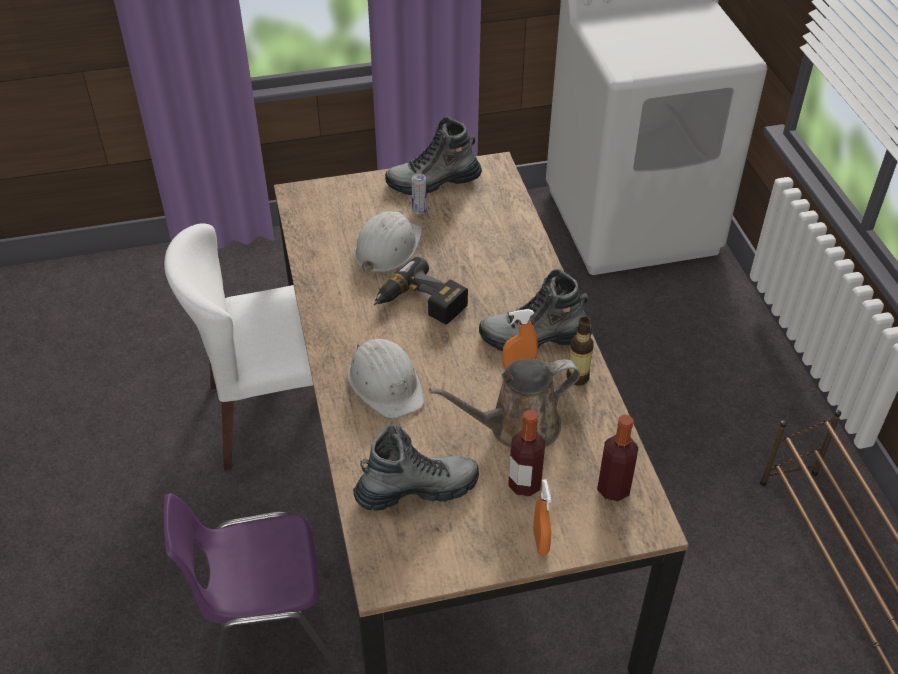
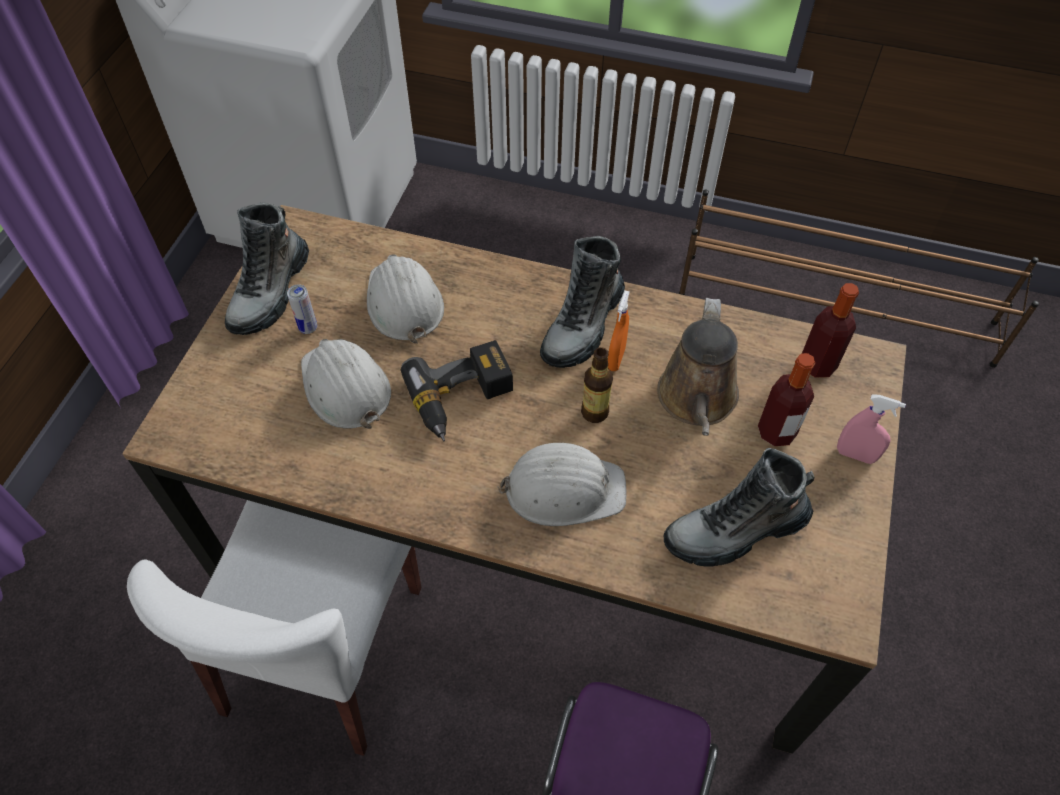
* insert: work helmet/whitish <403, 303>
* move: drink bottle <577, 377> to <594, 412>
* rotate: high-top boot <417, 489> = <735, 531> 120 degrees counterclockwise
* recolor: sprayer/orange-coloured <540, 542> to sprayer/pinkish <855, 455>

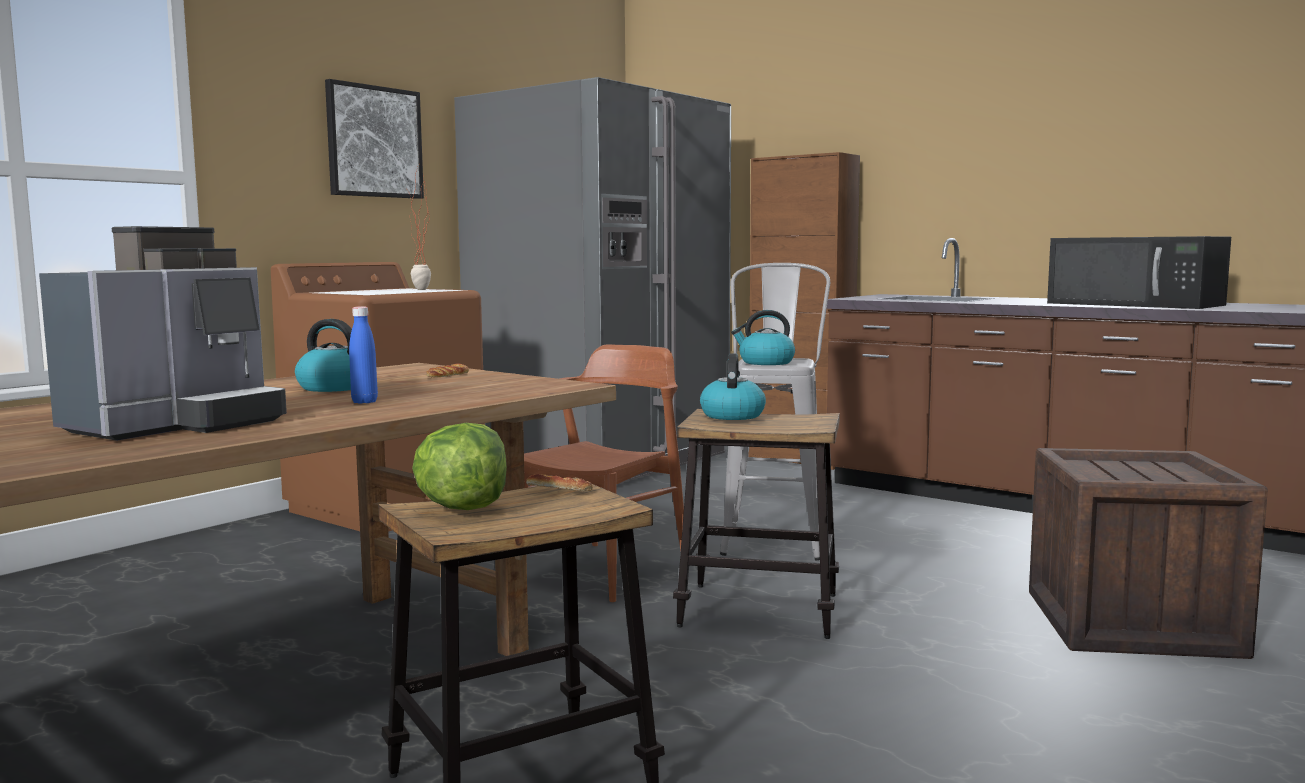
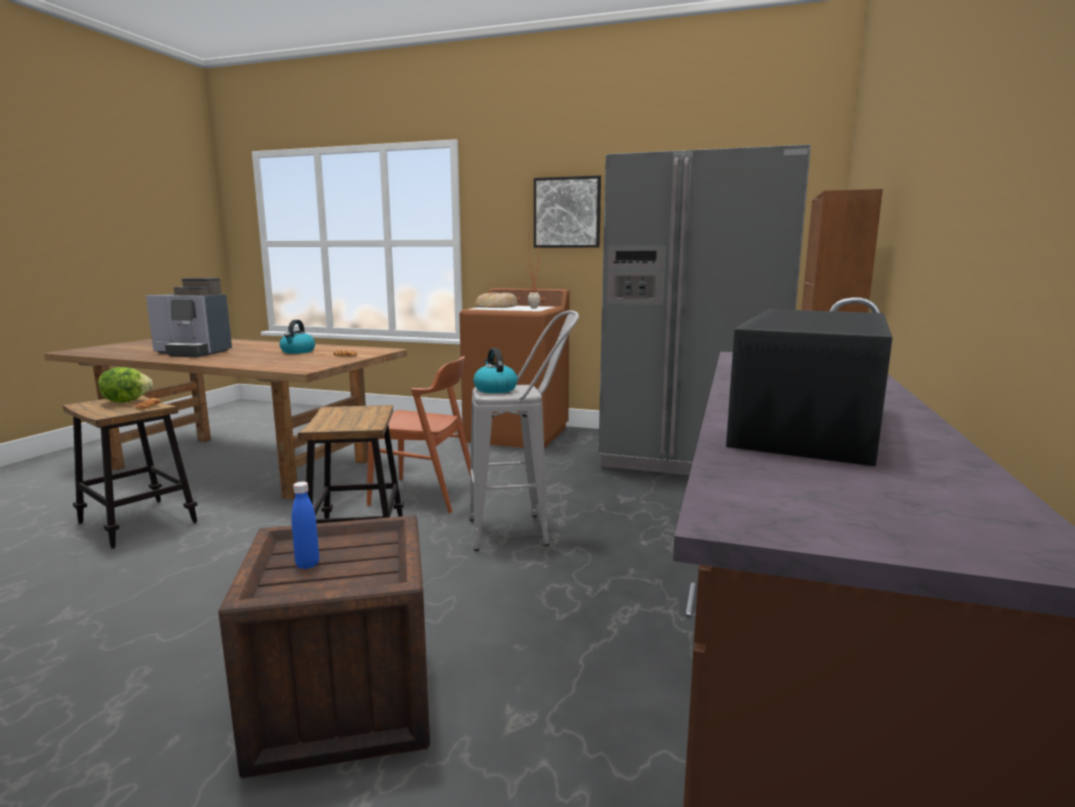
* move: drink bottle/bluish <364, 402> to <307, 564>
* insert: baked bread <497, 306>
* delete: tea kettle <732, 415>

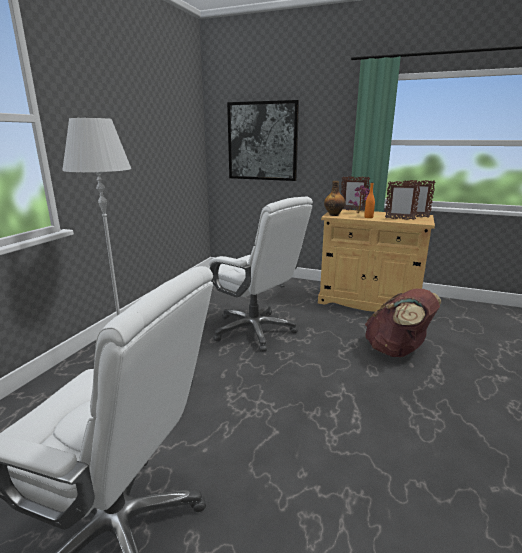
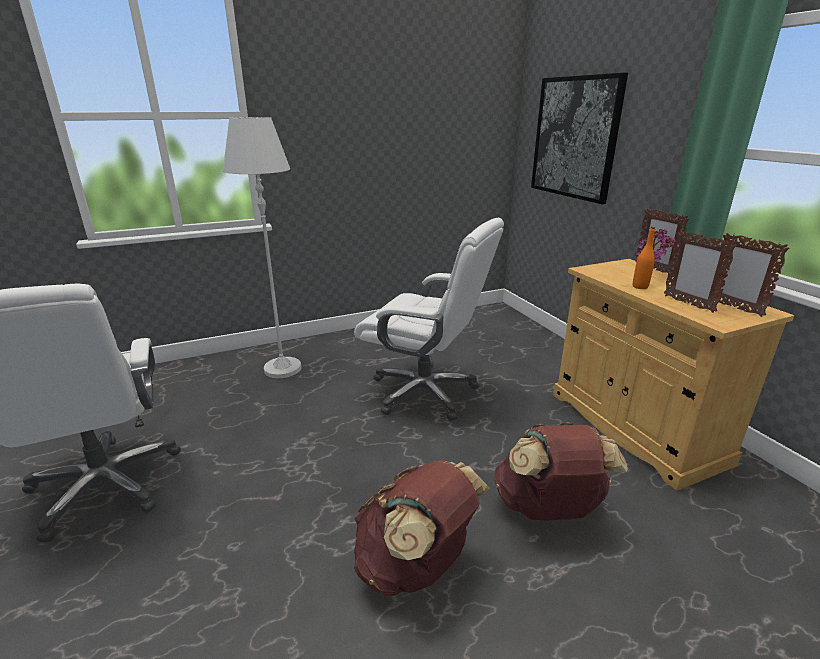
* rotate: office chair/whitish <254, 330> = <425, 392> 60 degrees counterclockwise
* insert: backpack/brownish <415, 566>
* delete: drink bottle <334, 215>

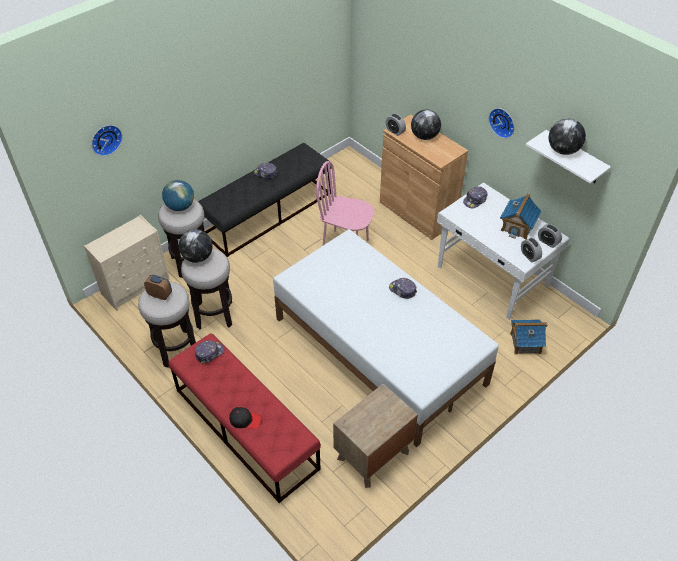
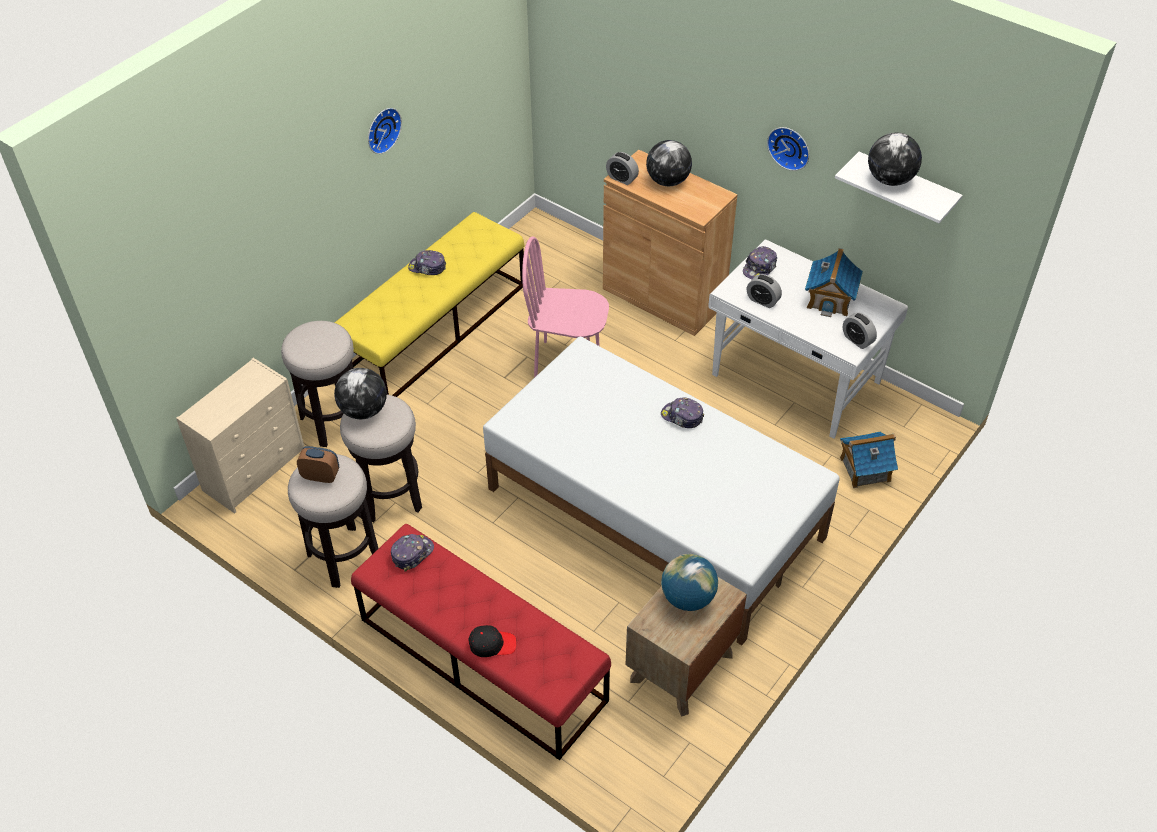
* recolor: indoor bench/blackish <268, 213> to indoor bench/yellow <435, 329>
* move: hanging clock <105, 139> to <381, 129>
* move: world globe <180, 206> to <687, 598>
* move: bedside clock <548, 242> to <762, 300>

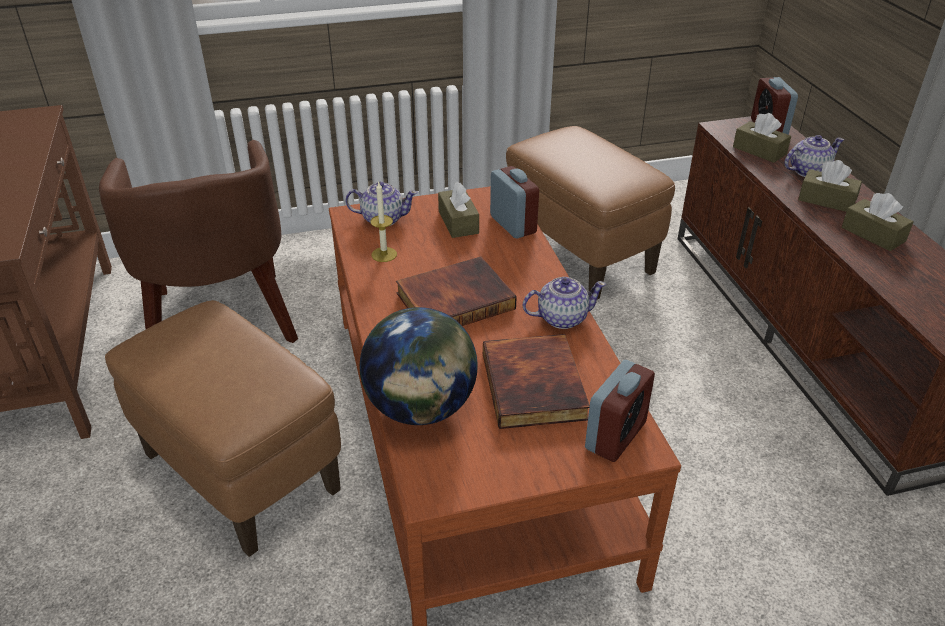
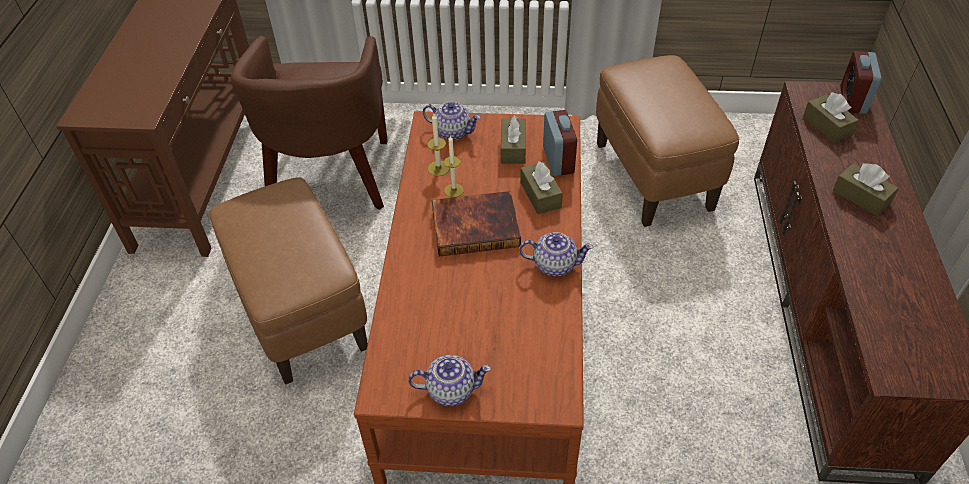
* move: pot for tea <808, 171> to <450, 389>
* insert: wax light <454, 190>
* move: box of tissues/brownish <873, 234> to <540, 195>
* delete: world globe <421, 408>
* delete: book <536, 386>
* delete: bedside clock <615, 435>

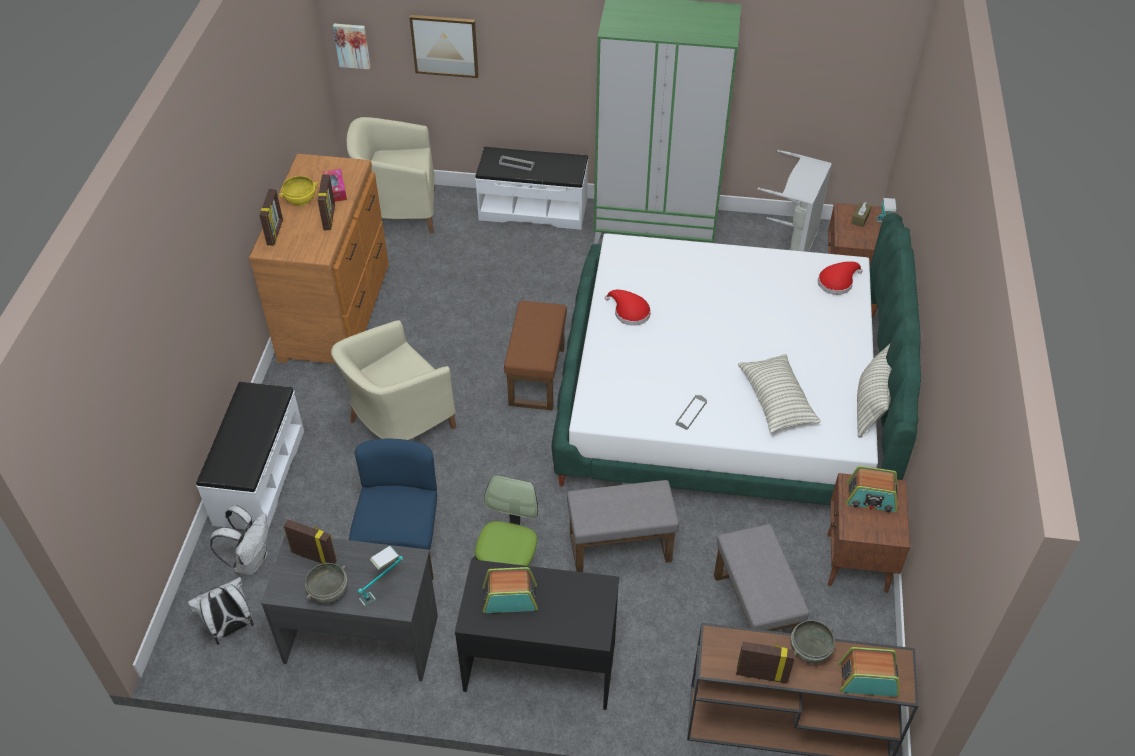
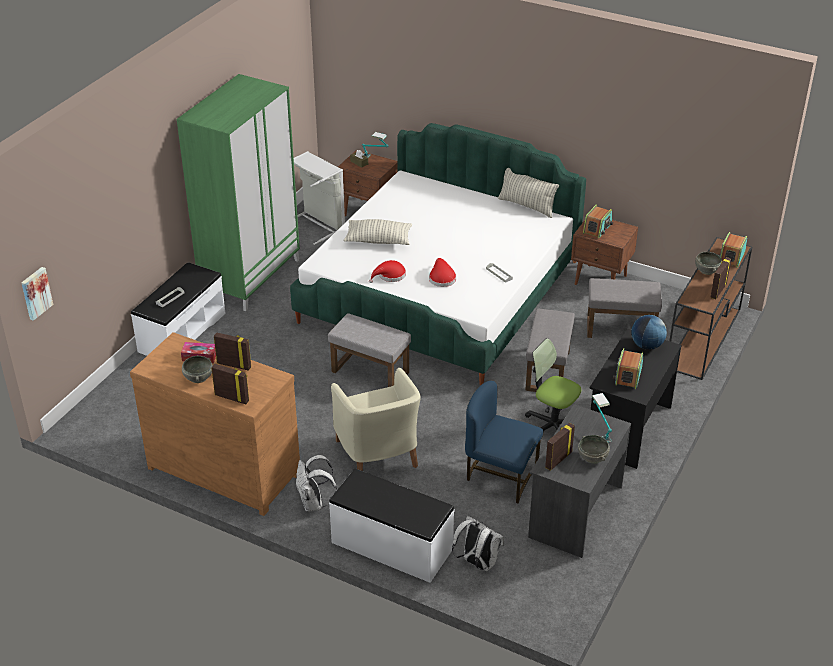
* recolor: serving bowl/yellow <300, 200> to serving bowl/grey <198, 377>
* move: backpack/whitish <231, 628> to <314, 504>
* recolor: footrest/brownish <537, 377> to footrest/grey <371, 372>
* move: cushion <776, 401> to <378, 240>
* move: wearable hat/red <837, 282> to <441, 278>
* insert: world globe <647, 345>
* delete: lounge chair/sand-coloured <398, 211>
* delete: wall picture <445, 45>

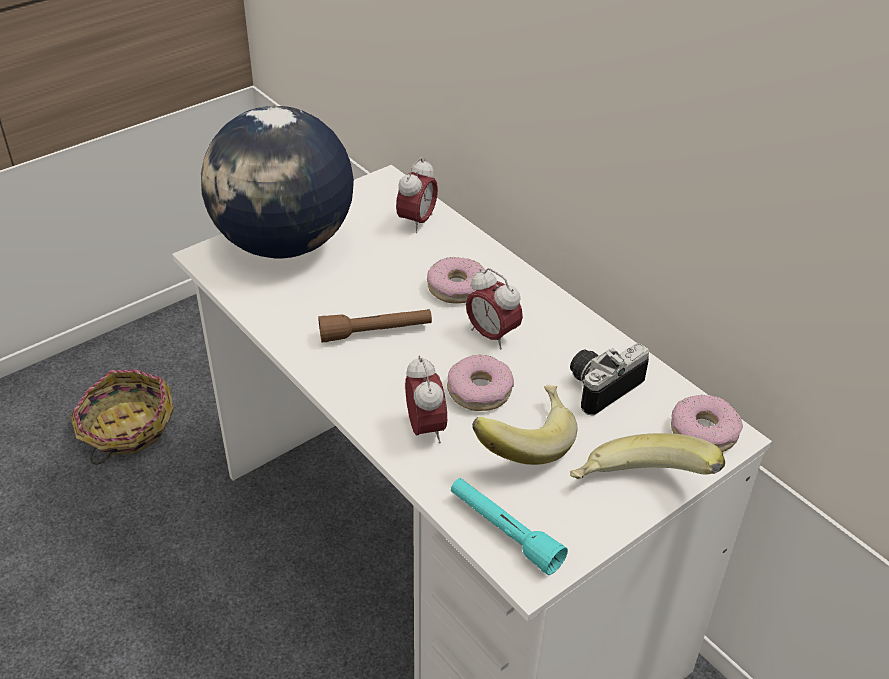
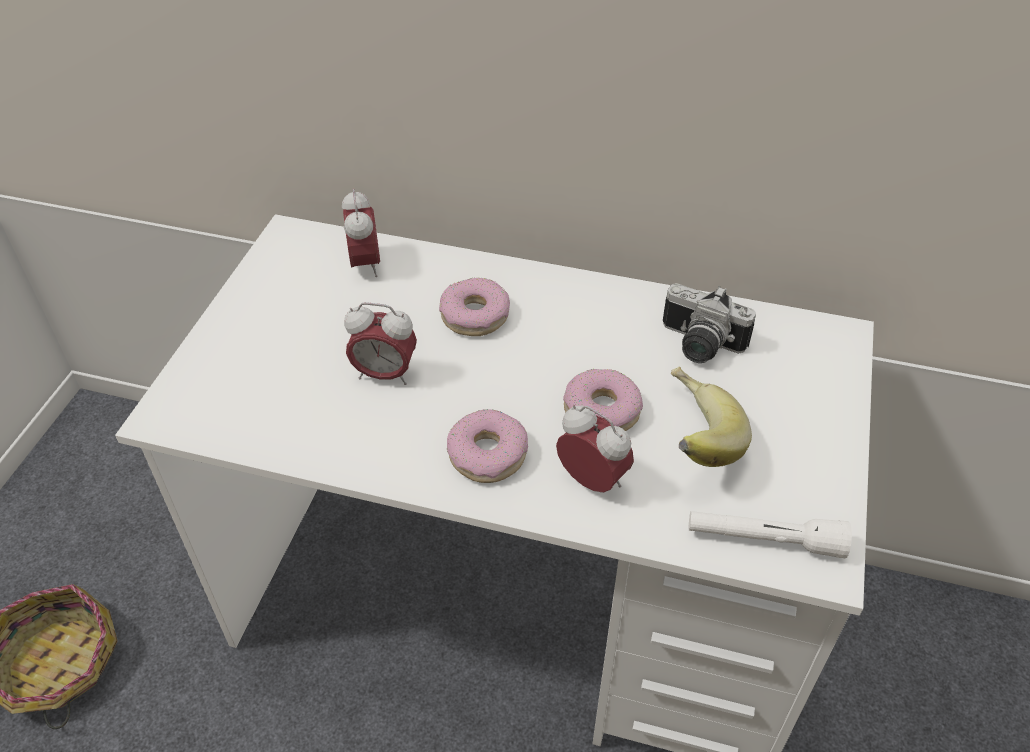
* move: bedside clock <492, 335> to <385, 374>
* move: ring doughnut <703, 432> to <488, 454>
* rotate: photo camera <600, 385> = <698, 345> 75 degrees counterclockwise
* recolor: hand torch/turquoise-coloured <504, 532> to hand torch/whitish <764, 540>
* delete: world globe <284, 244>
* delete: hand torch/brownish <376, 332>
* delete: banana <639, 490>

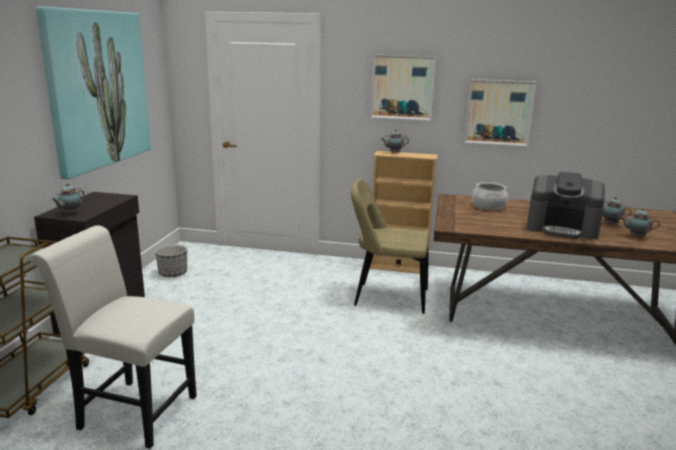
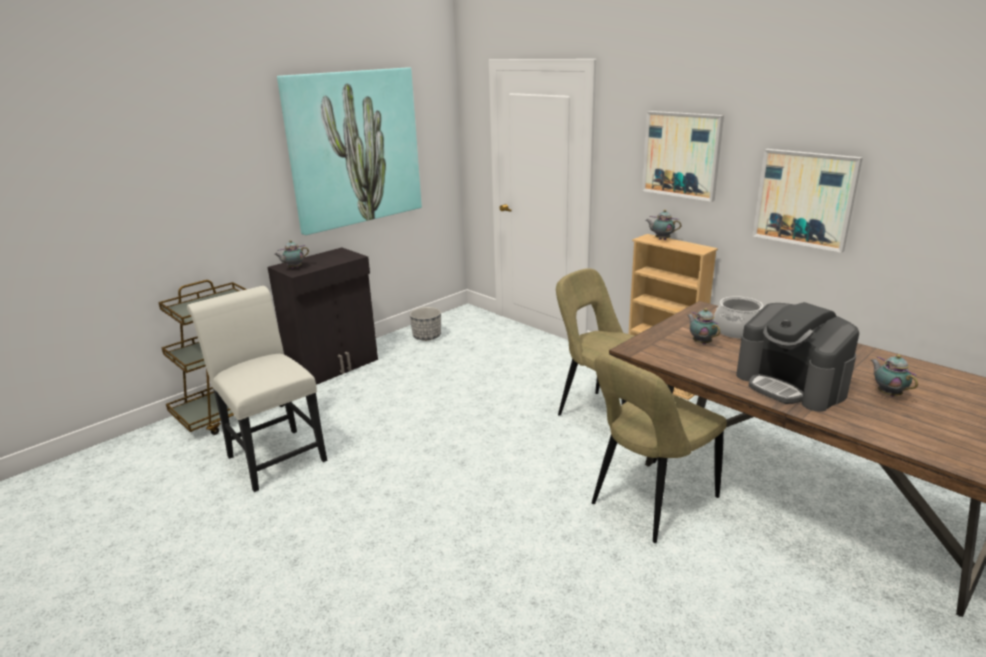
* insert: plain chair/sand-coloured <650, 502>
* move: pot for tea <635, 236> to <701, 342>

